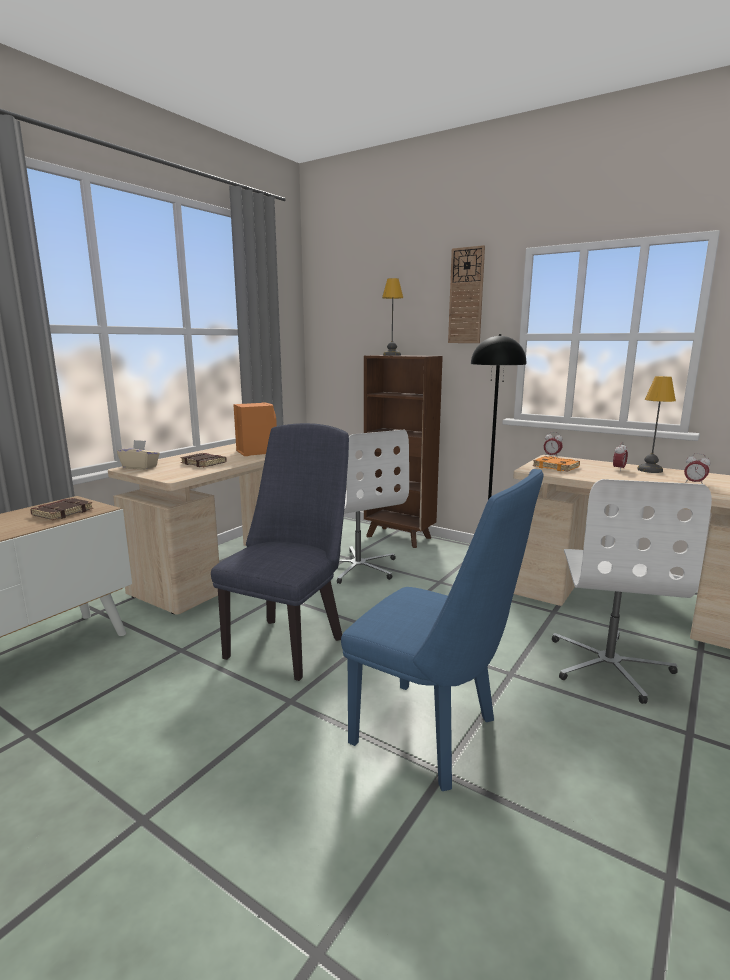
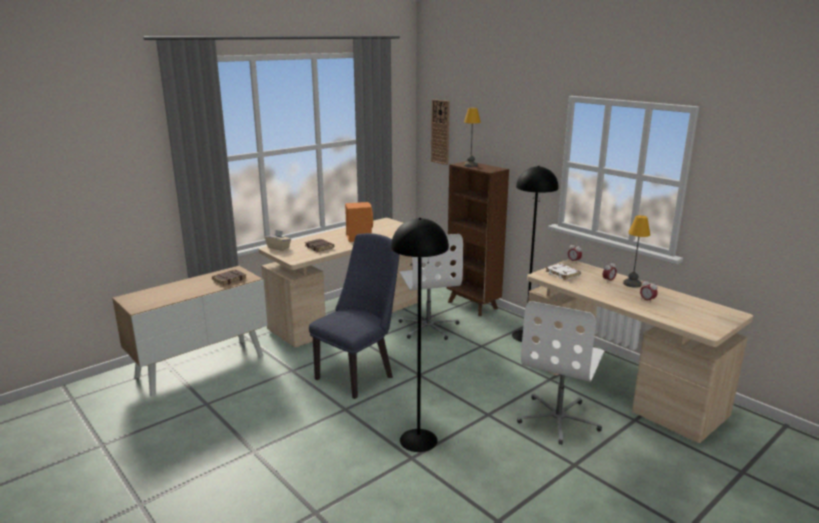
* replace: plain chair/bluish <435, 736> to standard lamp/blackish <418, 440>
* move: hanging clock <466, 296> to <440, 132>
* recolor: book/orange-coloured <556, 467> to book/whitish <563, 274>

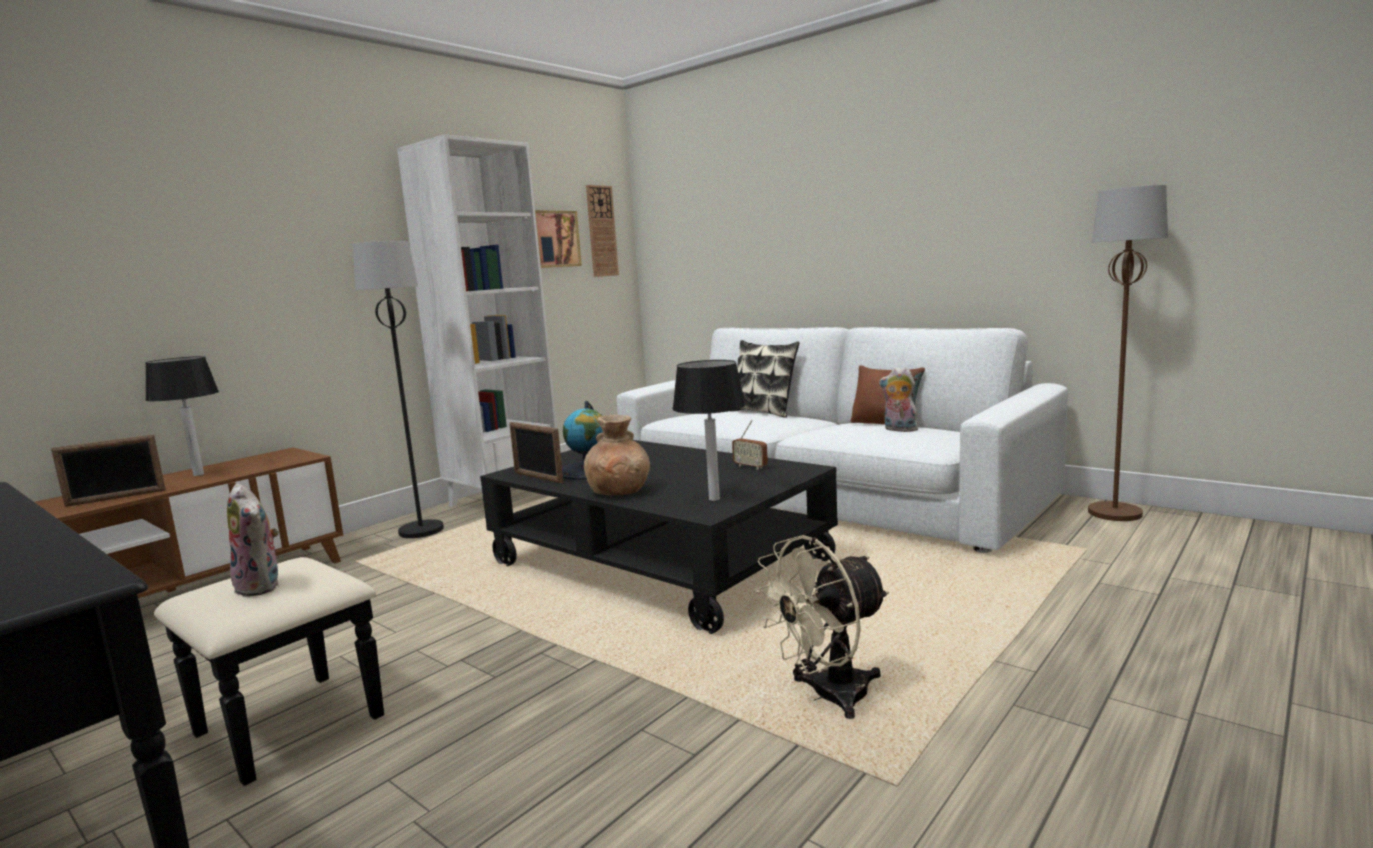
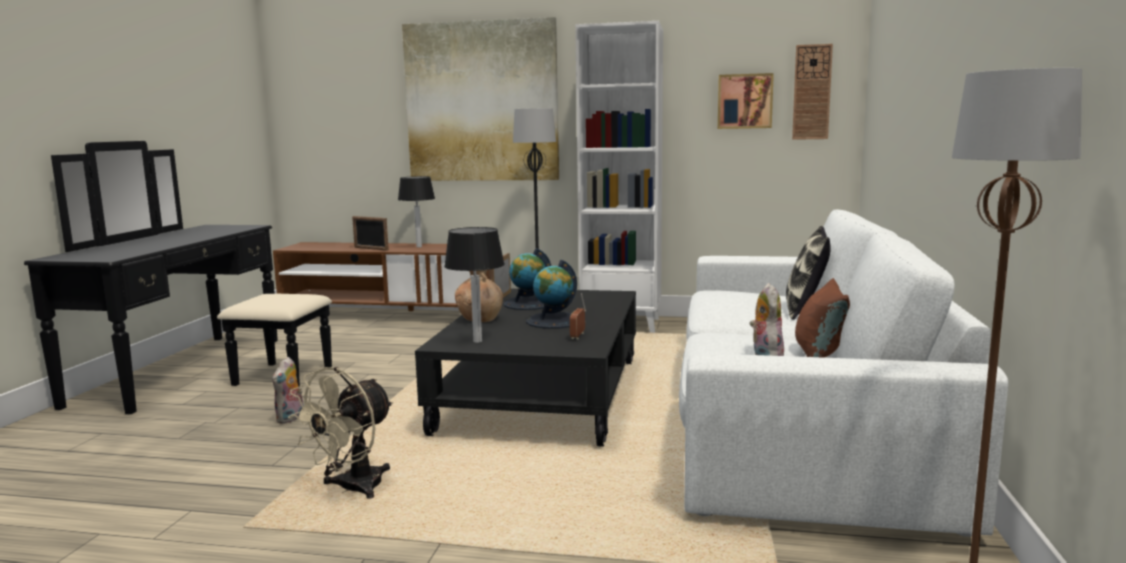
* move: cuddly toy <262, 586> to <291, 418>
* rotate: electric fan/sand-coloured <828, 697> = <352, 489> 90 degrees counterclockwise
* insert: wall picture <482, 102>
* insert: world globe <553, 321>

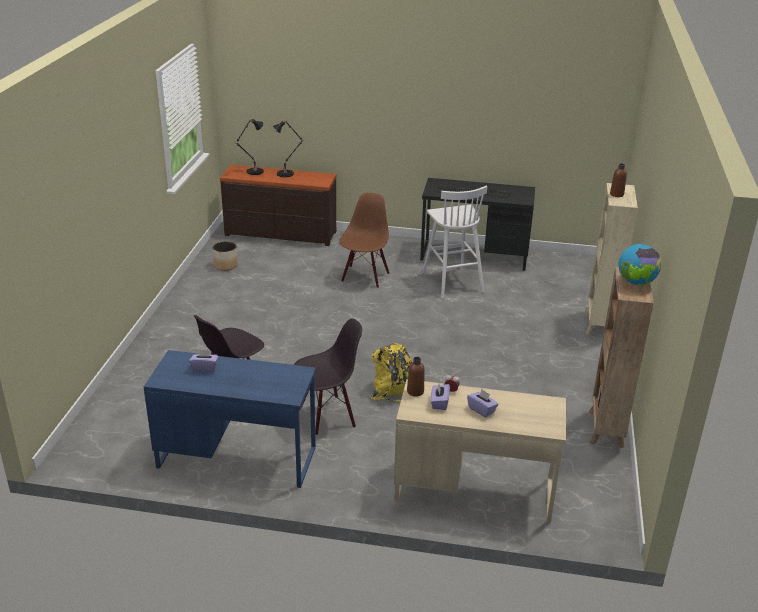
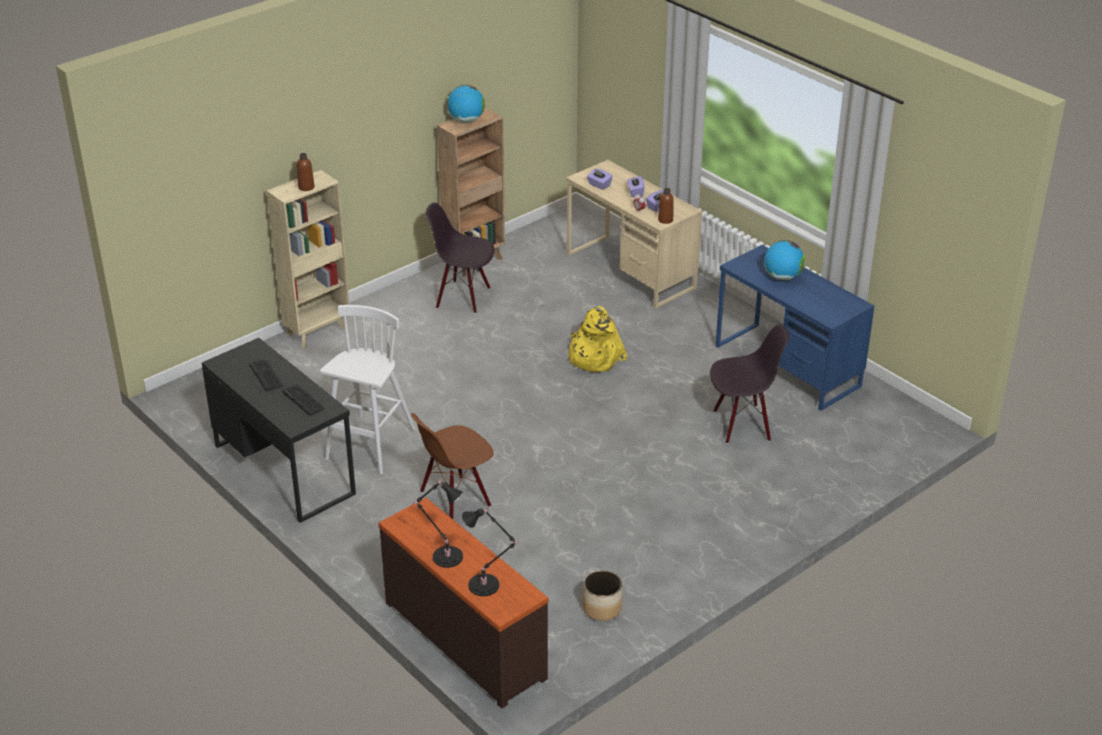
* move: plain chair/blackish <327, 416> to <463, 297>
* move: box of tissues/purple <205, 368> to <599, 185>
* insert: world globe <782, 277>

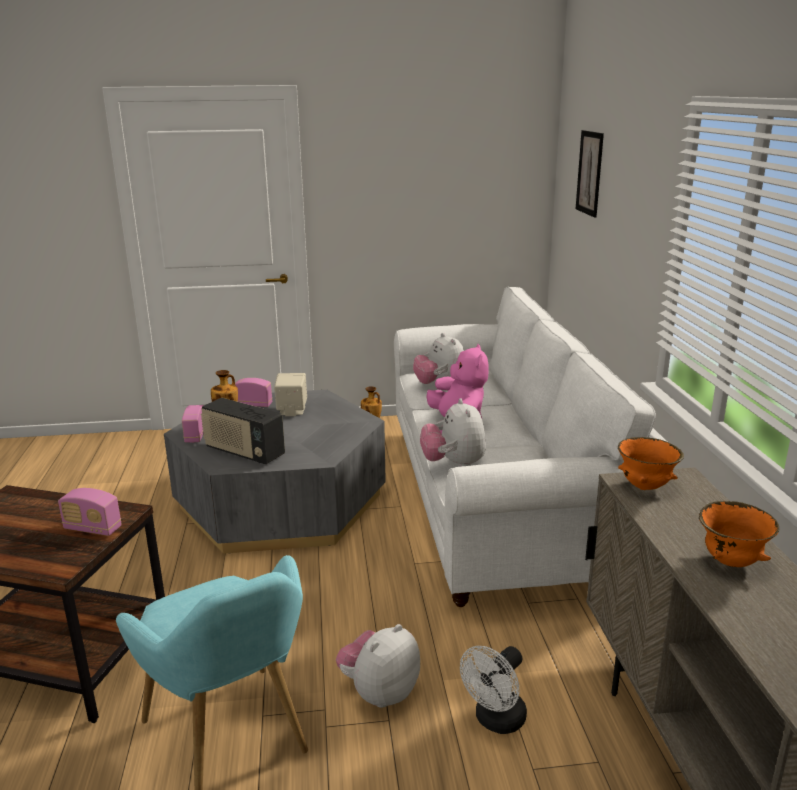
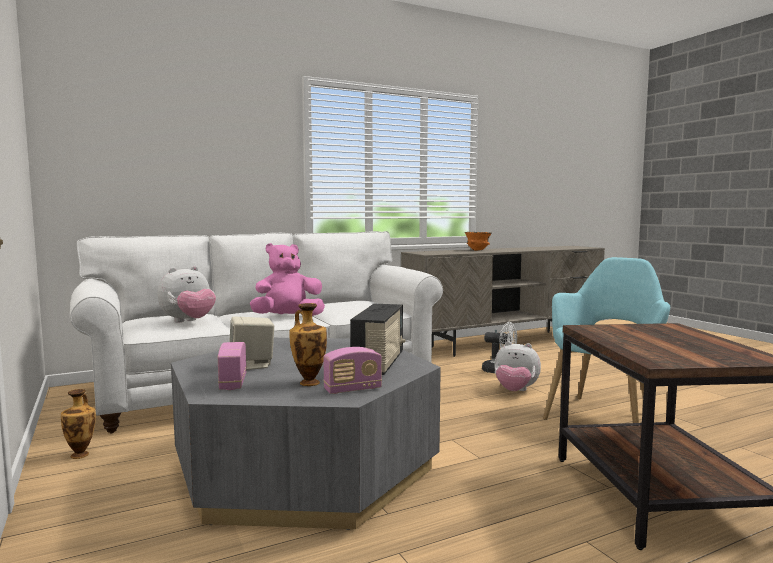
* delete: radio set <93, 529>
* delete: cuddly toy <453, 464>
* delete: wall picture <589, 173>
* delete: serving bowl/orange-coloured <645, 487>

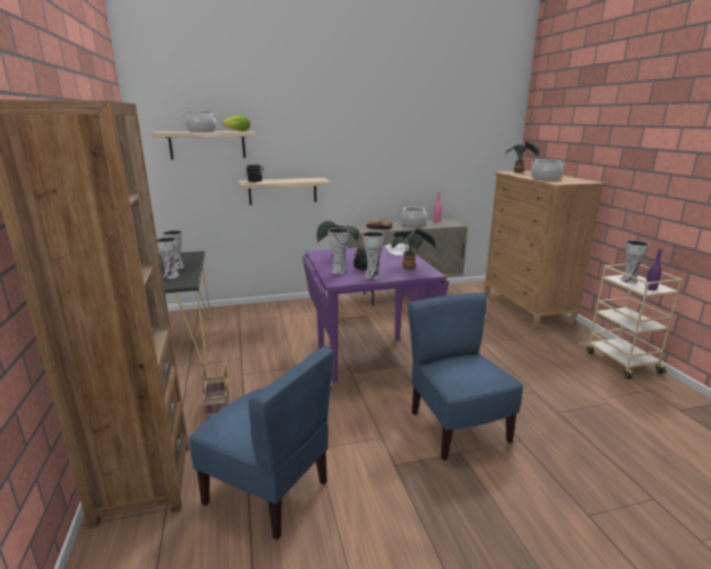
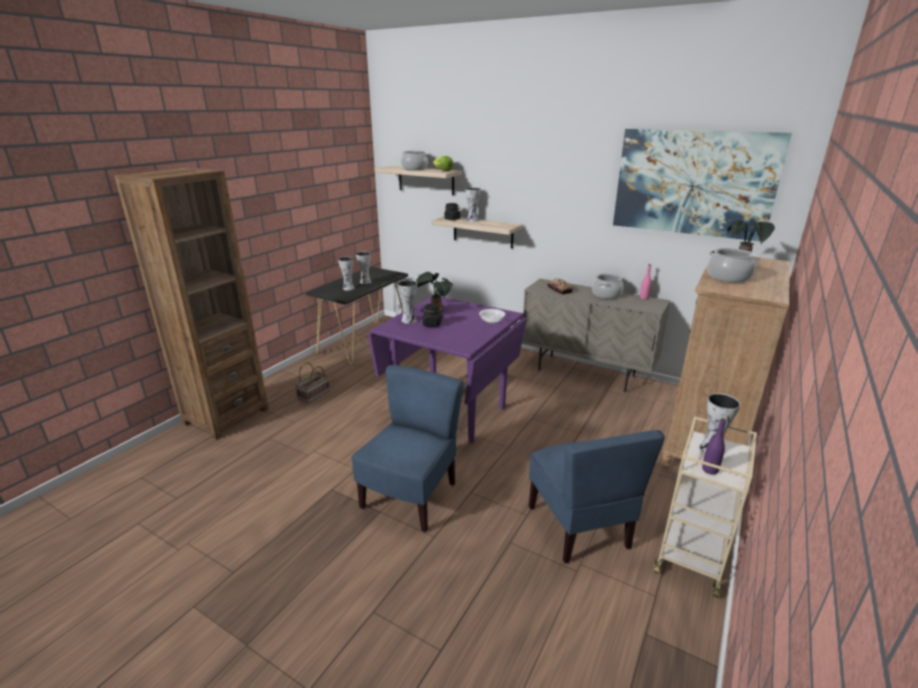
* move: vase <373, 276> to <473, 220>
* move: plain chair/bluish <268, 491> to <579, 527>
* insert: wall picture <693, 183>
* delete: potted plant <410, 268>

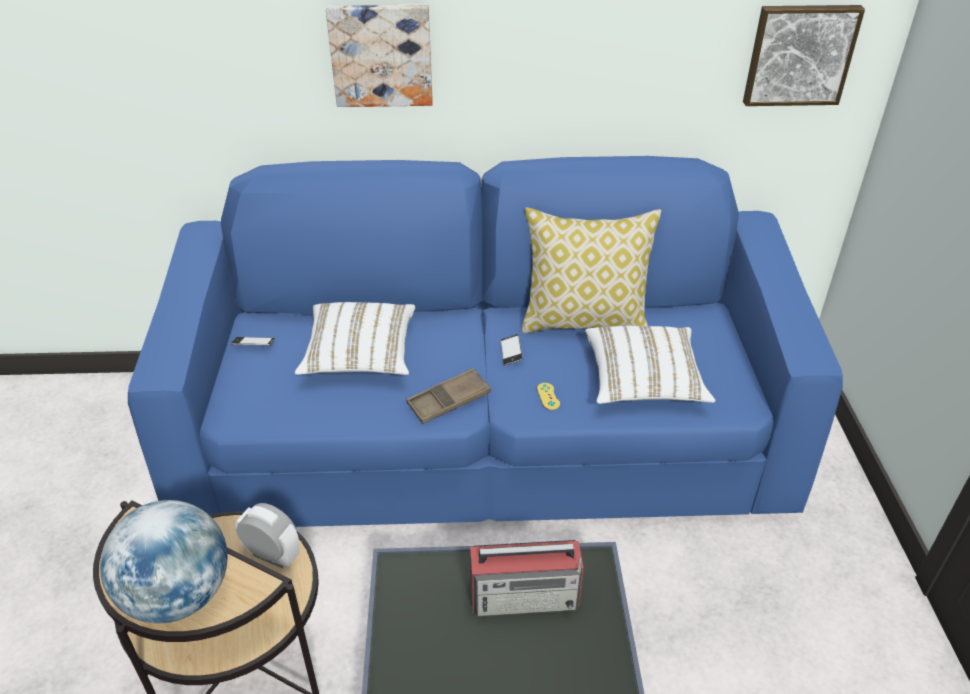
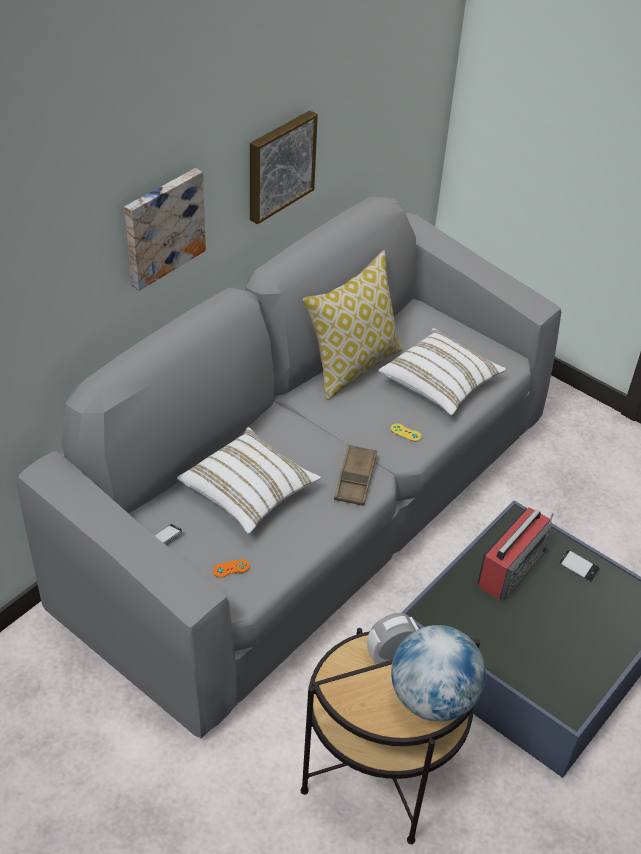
* recolor: couch/bluish <484, 442> to couch/grey <314, 508>
* insert: joypad/orange-coloured <231, 568>
* move: wall picture <799, 54> to <279, 165>
* move: handset <511, 352> to <578, 568>

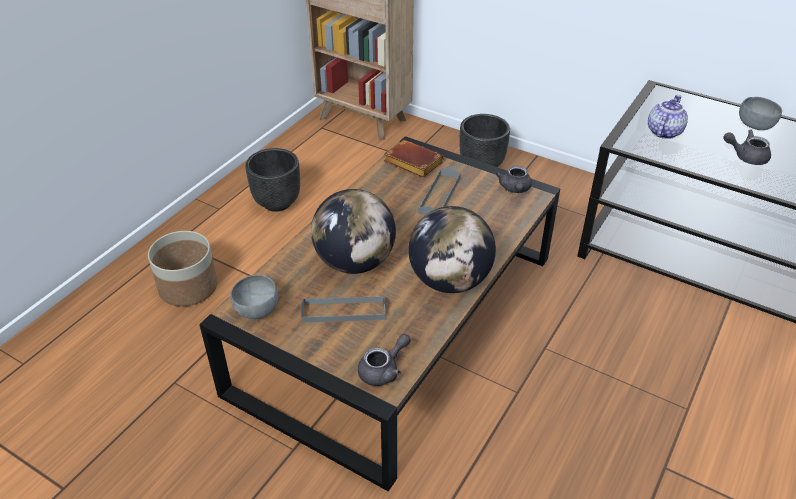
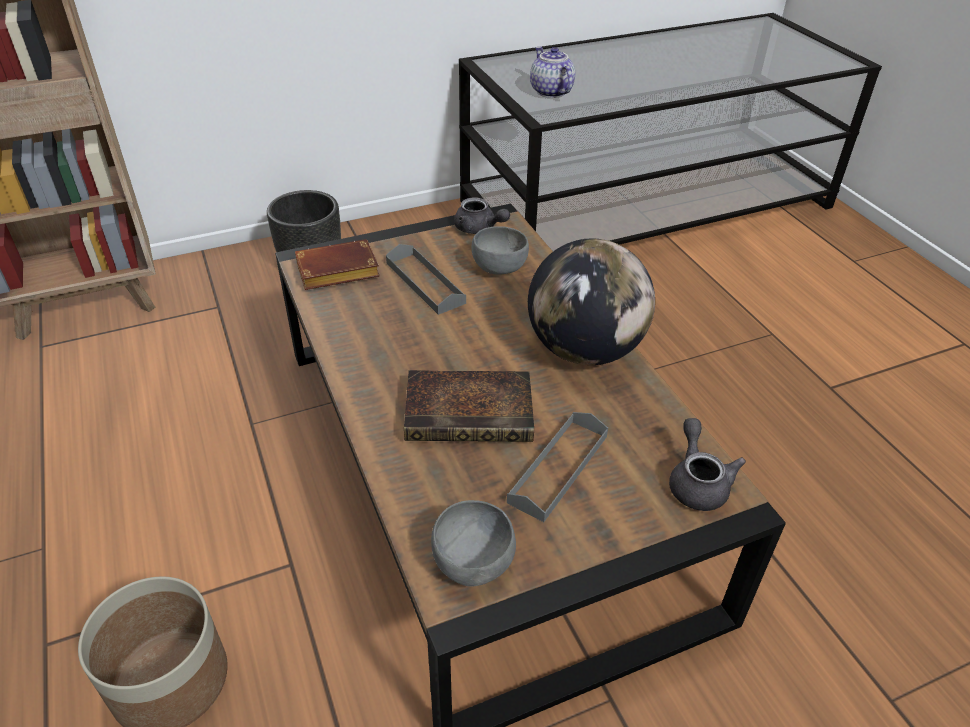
* replace: world globe <355, 262> to book <472, 412>
* move: serving bowl/grey <755, 126> to <499, 268>
* delete: planter/blackish <276, 203>
* delete: pot for tea/grey <746, 156>

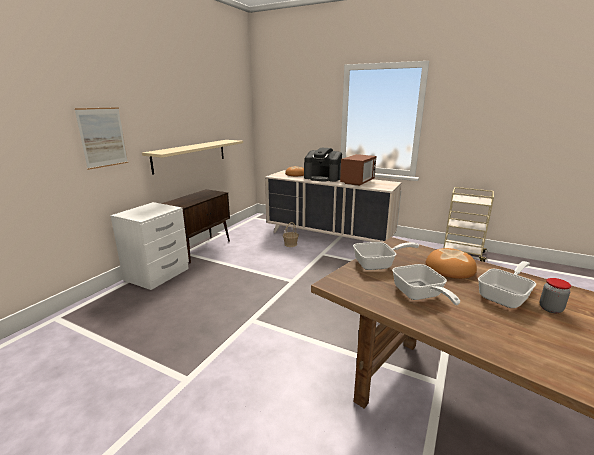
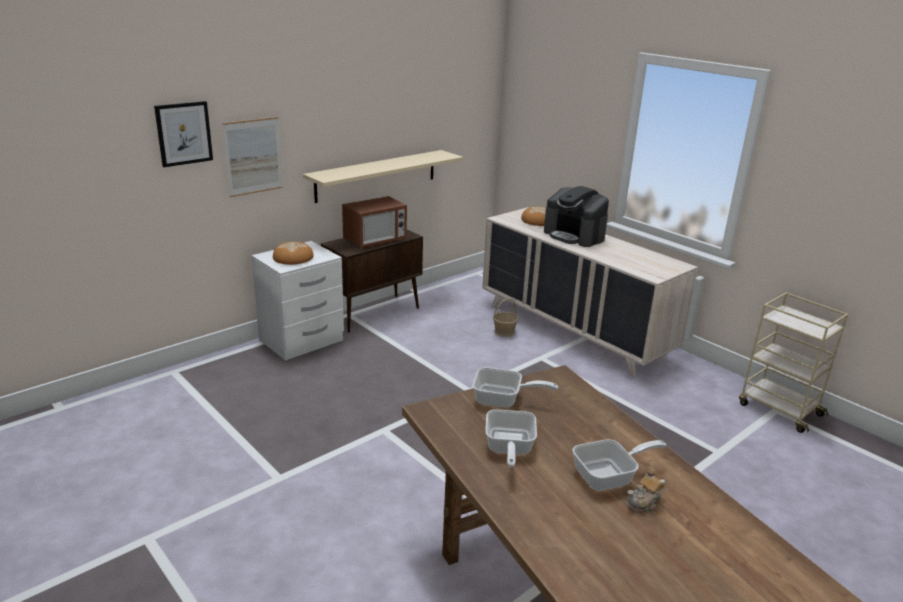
* insert: wall picture <184, 133>
* move: baked bread <449, 268> to <293, 257>
* move: microwave <357, 182> to <375, 241>
* replace: preserve jar <550, 309> to pot for tea <644, 504>

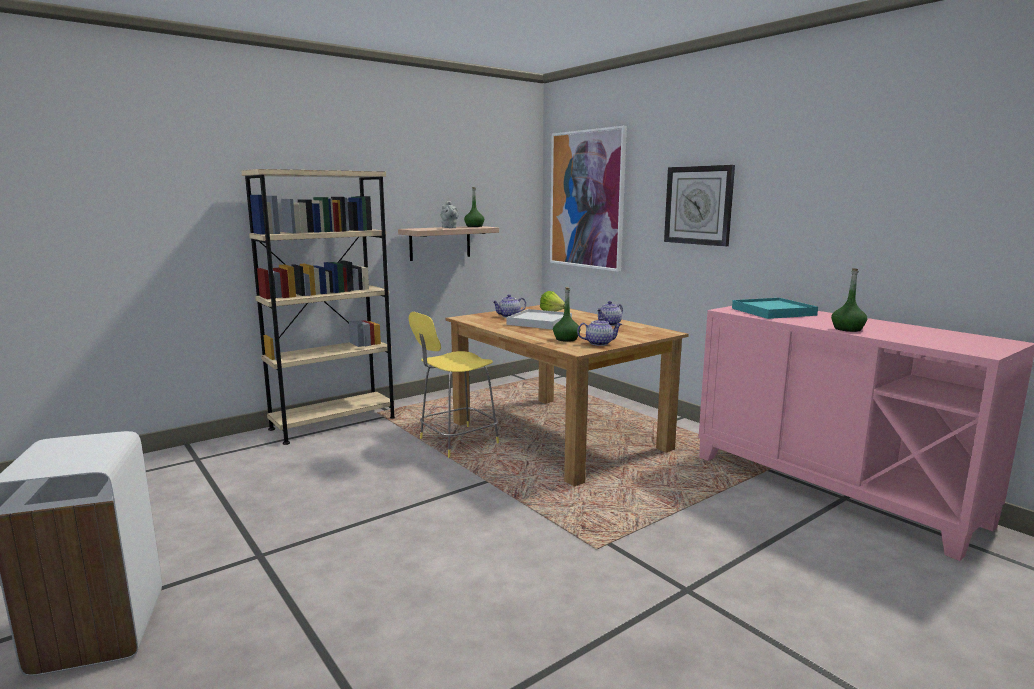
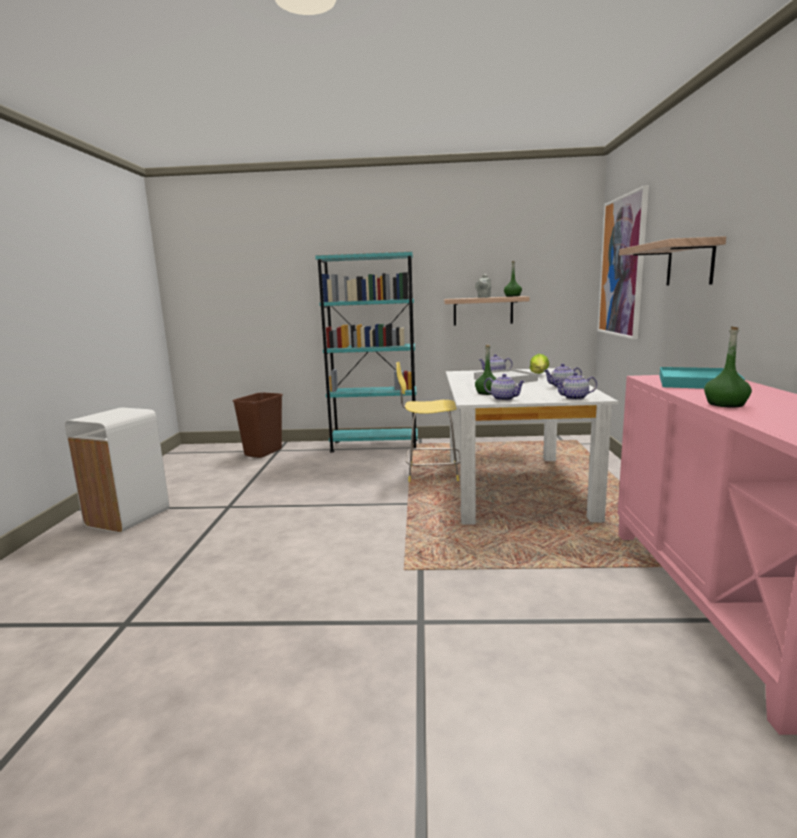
* insert: trash can/brownish <263, 452>
* recolor: bookcase/sand-coloured <333, 424> to bookcase/turquoise-coloured <374, 445>
* recolor: dining table/brownish <559, 436> to dining table/whitish <516, 487>
* insert: pot for tea <574, 398>
* replace: hanging clock <698, 205> to bracket shelf <690, 263>

